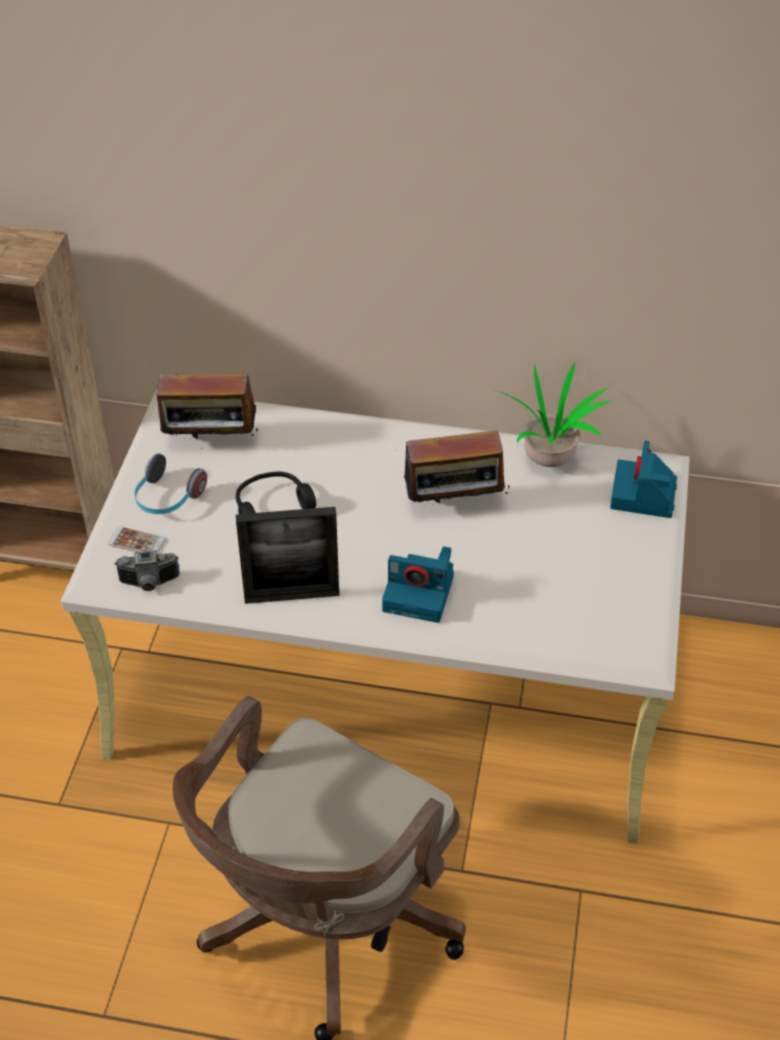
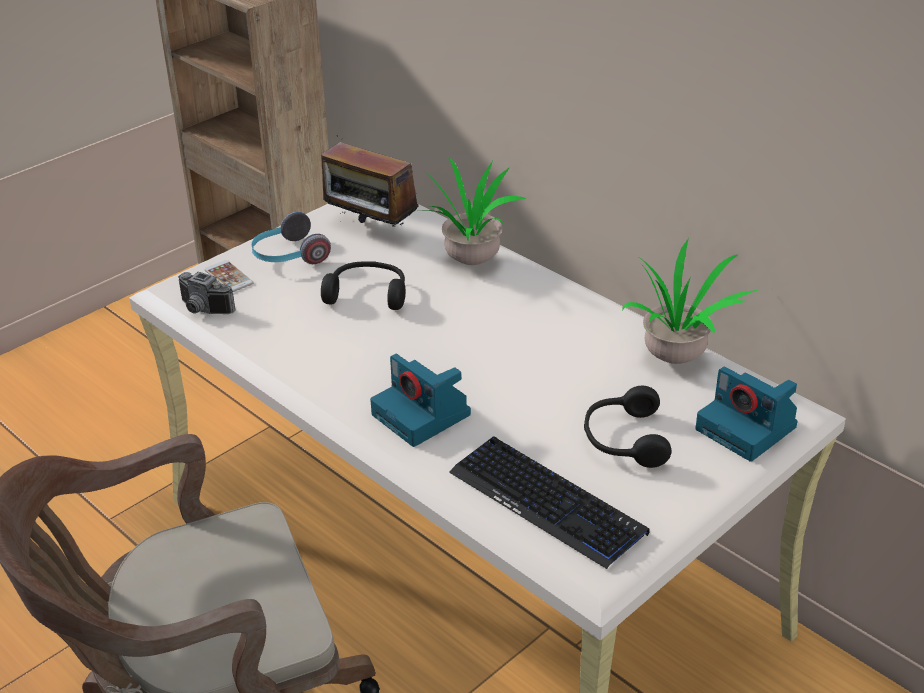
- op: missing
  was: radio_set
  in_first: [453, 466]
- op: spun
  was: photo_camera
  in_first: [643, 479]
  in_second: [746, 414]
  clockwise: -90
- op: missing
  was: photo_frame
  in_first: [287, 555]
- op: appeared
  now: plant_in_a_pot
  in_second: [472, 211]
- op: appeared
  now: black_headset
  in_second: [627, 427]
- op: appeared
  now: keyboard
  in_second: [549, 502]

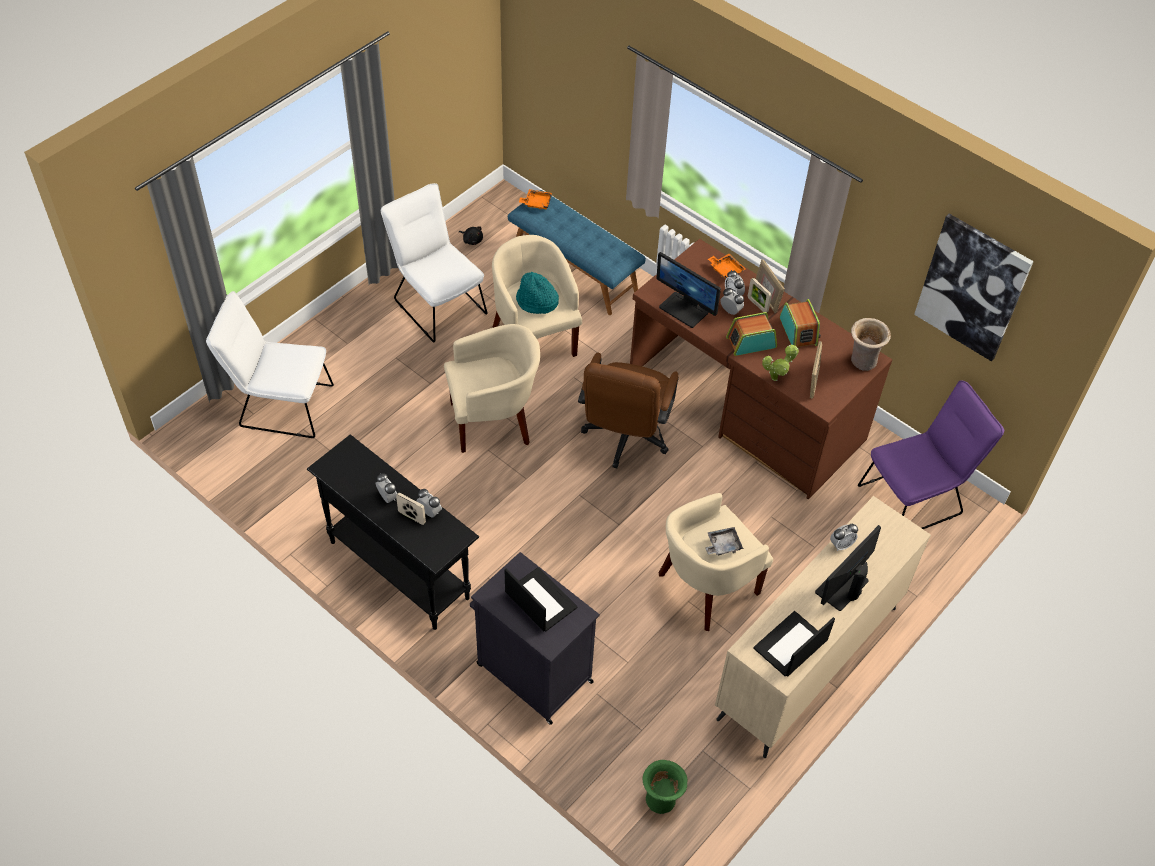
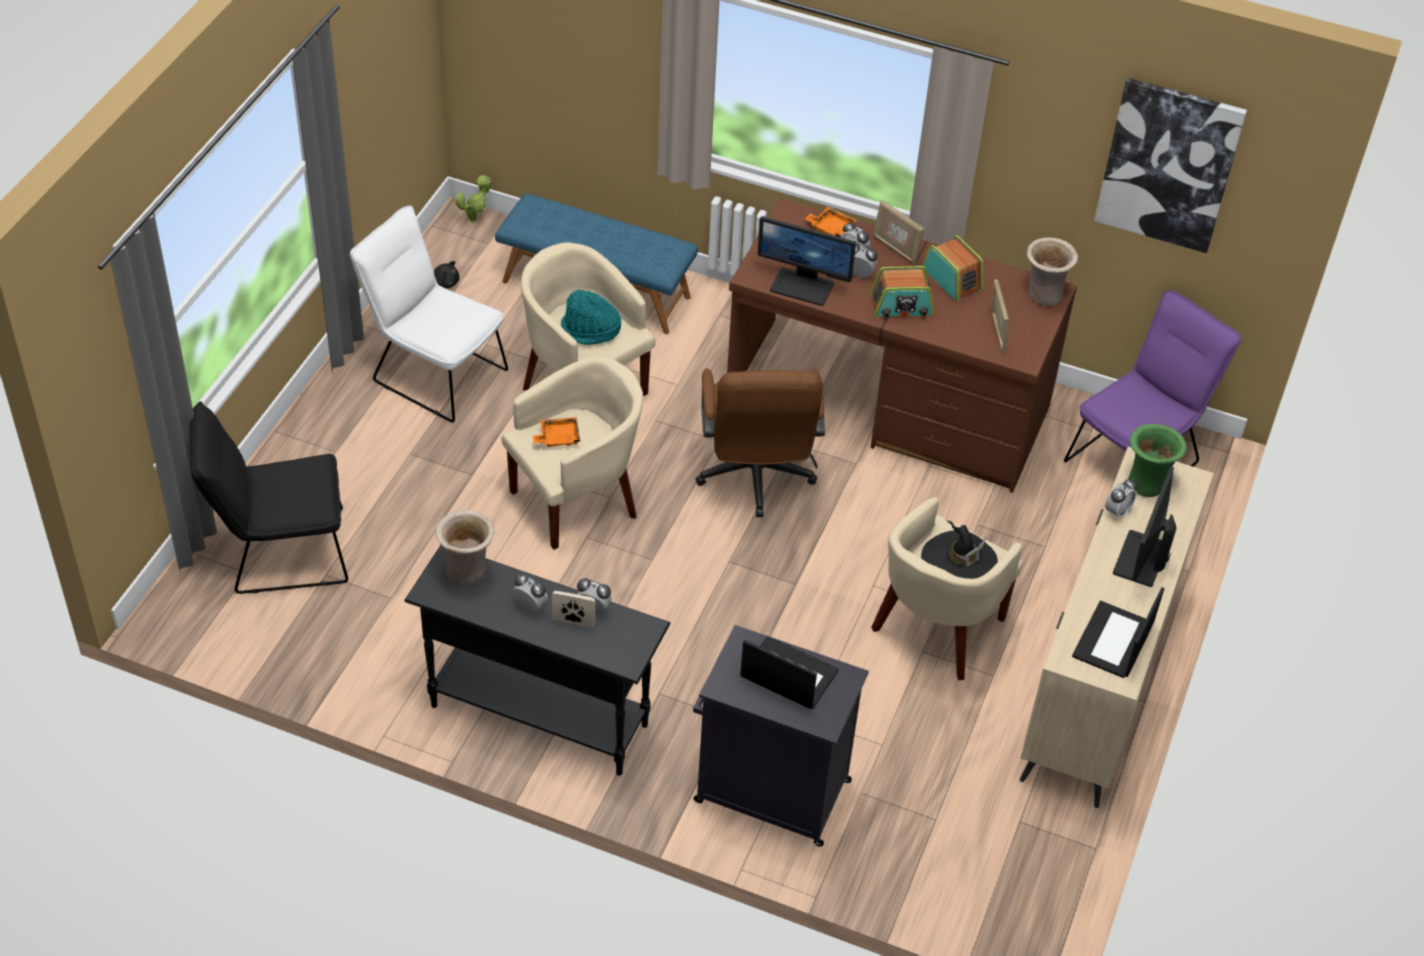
- op: relocated
  was: orangey_tray
  in_first: [535, 199]
  in_second: [556, 432]
- op: missing
  was: photo_frame
  in_first: [760, 295]
- op: colour
  was: white-coloured_plain_chair
  now: black_plain_chair
  in_first: [270, 364]
  in_second: [269, 497]
- op: spun
  was: radio_set
  in_first: [751, 334]
  in_second: [902, 291]
  clockwise: -150
- op: relocated
  was: plant_in_a_pot
  in_first: [780, 363]
  in_second: [473, 199]
- op: exchanged
  was: greyish_tray
  now: black_wearable_hat
  in_first: [724, 541]
  in_second: [959, 549]
- op: relocated
  was: green_vase
  in_first: [665, 787]
  in_second: [1158, 460]
- op: appeared
  now: beige_vase
  in_second: [465, 547]

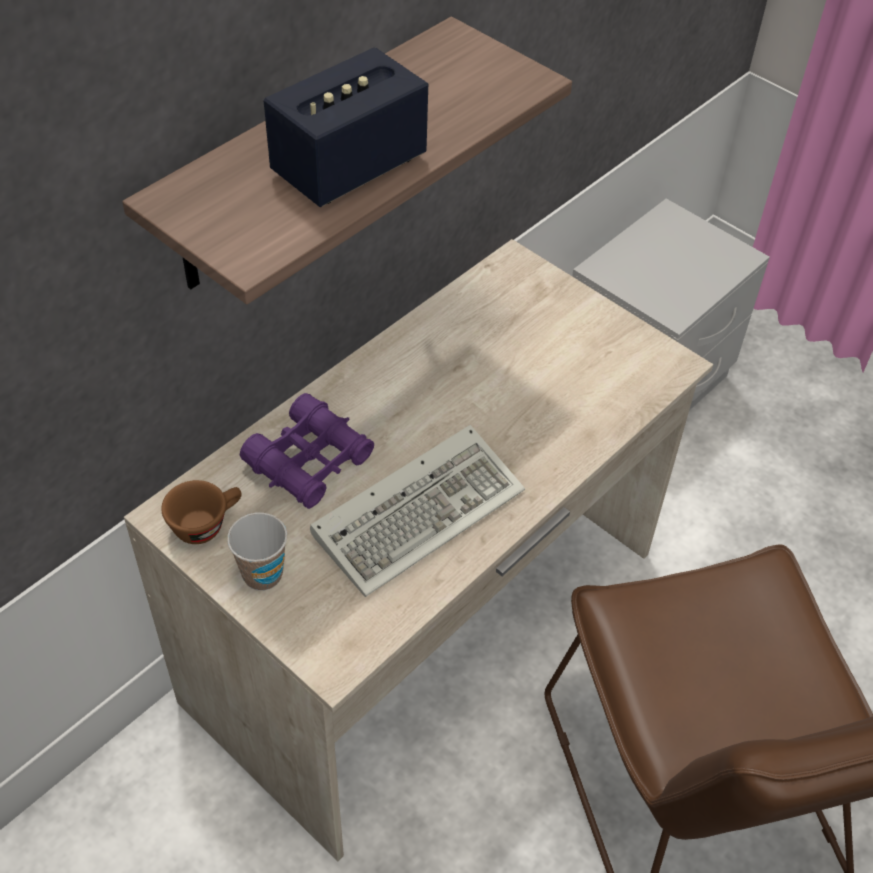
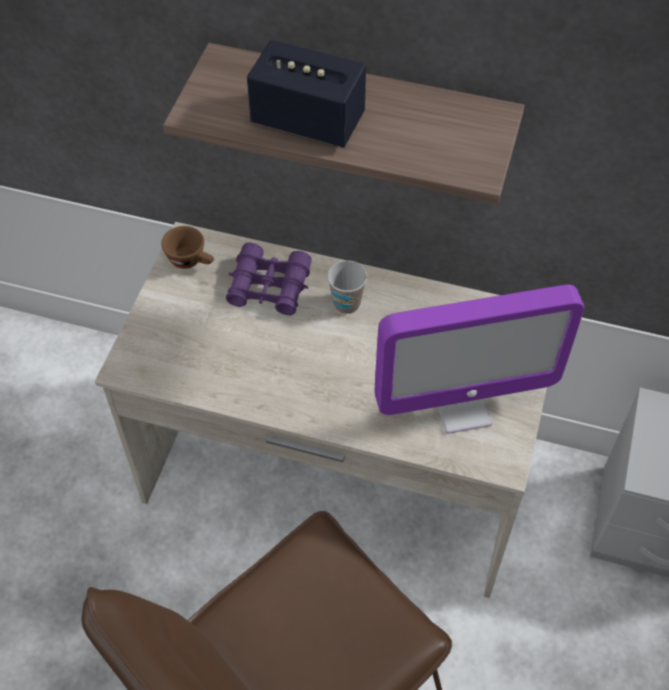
- op: missing
  was: keyboard
  in_first: [417, 511]
- op: relocated
  was: cup
  in_first: [257, 552]
  in_second: [347, 287]
- op: appeared
  now: computer_screen
  in_second: [479, 359]

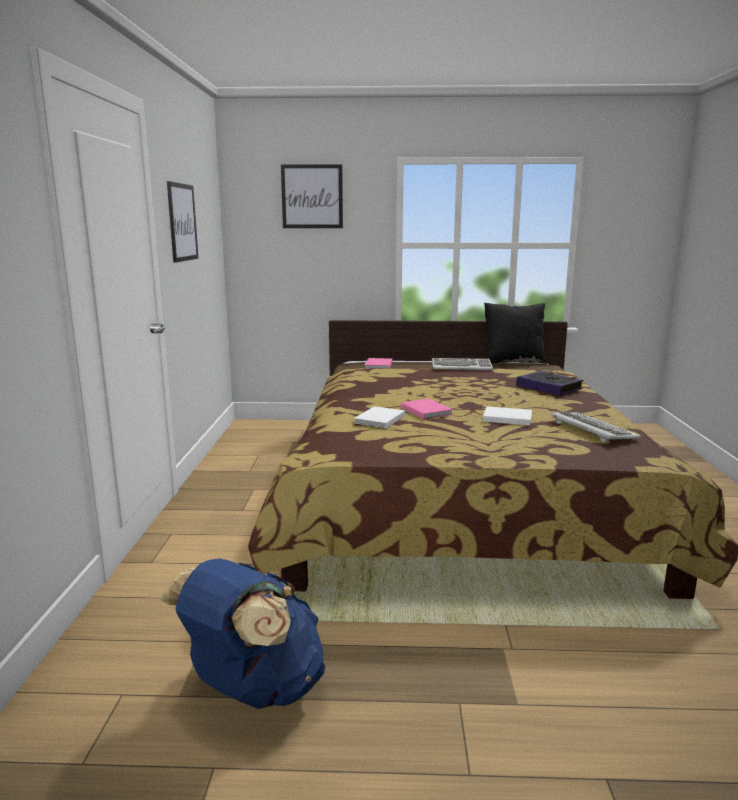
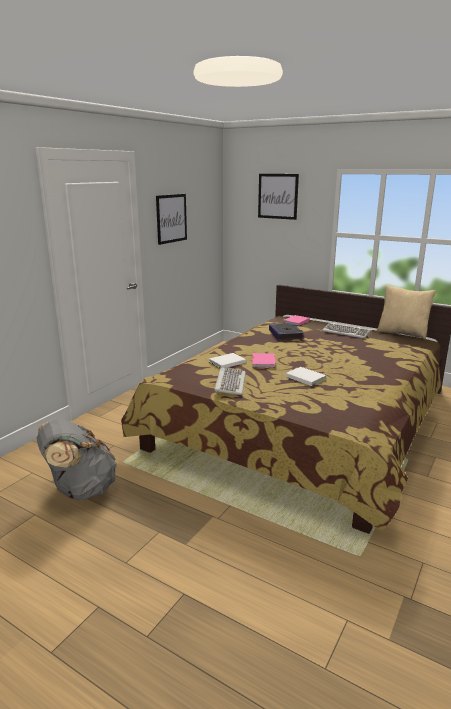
- op: colour
  was: black_cushion
  now: beige_cushion
  in_first: [515, 333]
  in_second: [406, 312]
- op: relocated
  was: bound_book
  in_first: [550, 383]
  in_second: [286, 331]
- op: relocated
  was: keyboard
  in_first: [596, 426]
  in_second: [230, 381]
- op: colour
  was: bluish_rucksack
  now: greyish_rucksack
  in_first: [242, 633]
  in_second: [76, 460]

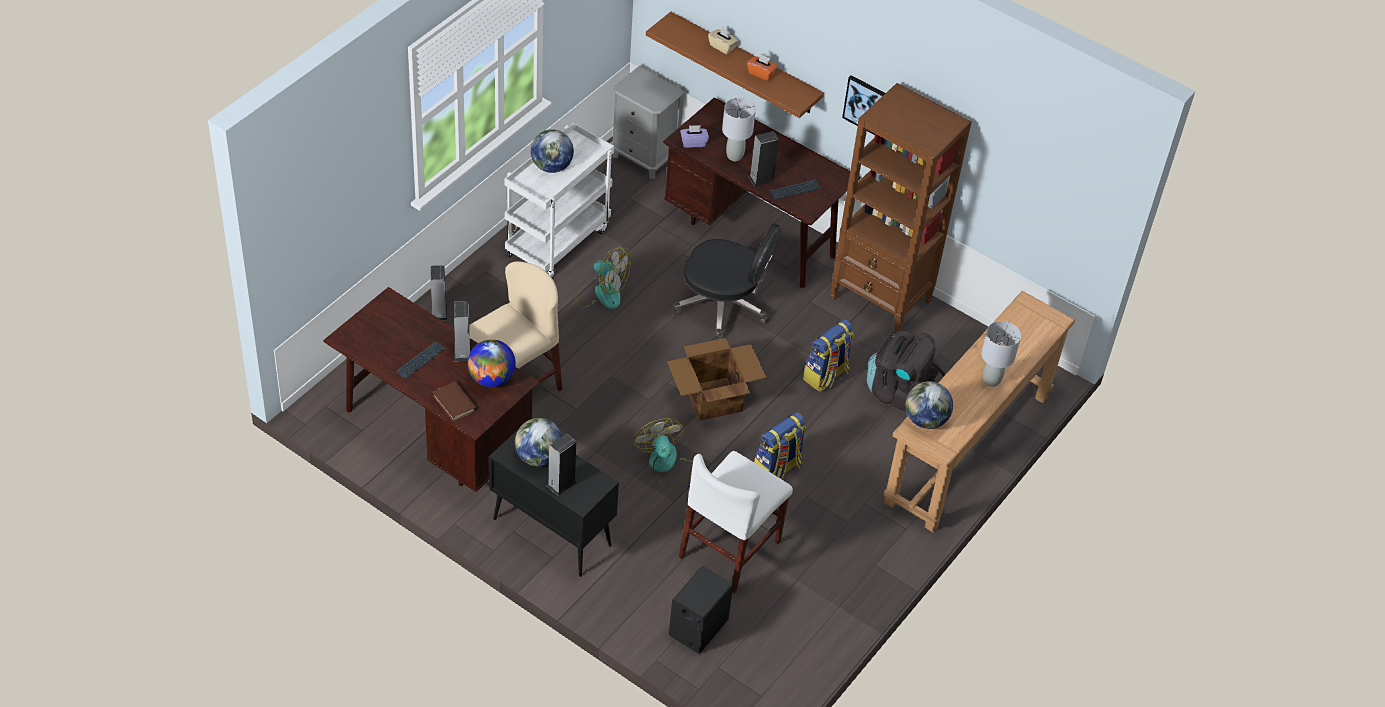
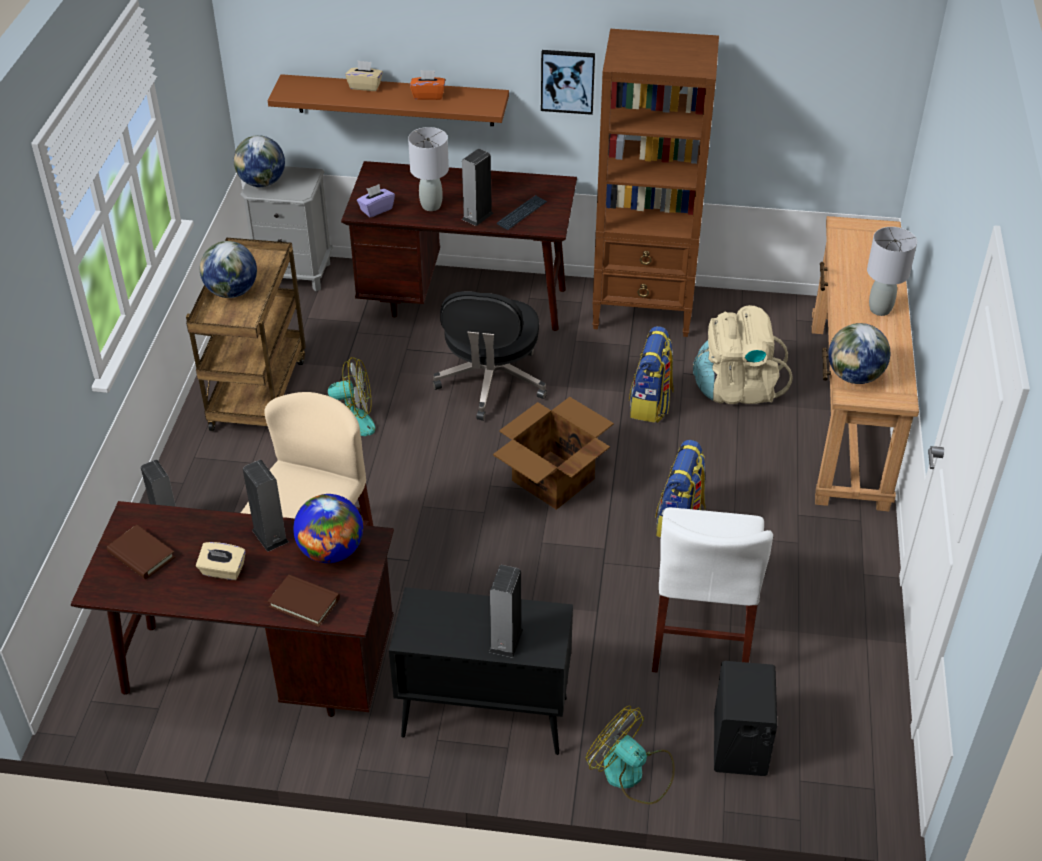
- op: colour
  was: white-coloured_wheeled_cart
  now: brownish_wheeled_cart
  in_first: [559, 200]
  in_second: [246, 334]
- op: spun
  was: black_computer_chair
  in_first: [727, 281]
  in_second: [490, 356]
  clockwise: 105
- op: colour
  was: black_rucksack
  now: beige_rucksack
  in_first: [906, 370]
  in_second: [743, 354]
- op: exchanged
  was: keyboard
  now: beige_box_of_tissues
  in_first: [420, 360]
  in_second: [221, 561]
- op: relocated
  was: world_globe
  in_first: [538, 442]
  in_second: [259, 161]
- op: relocated
  was: electric_fan
  in_first: [663, 452]
  in_second: [630, 754]
- op: appeared
  now: brownish_bound_book
  in_second: [141, 552]

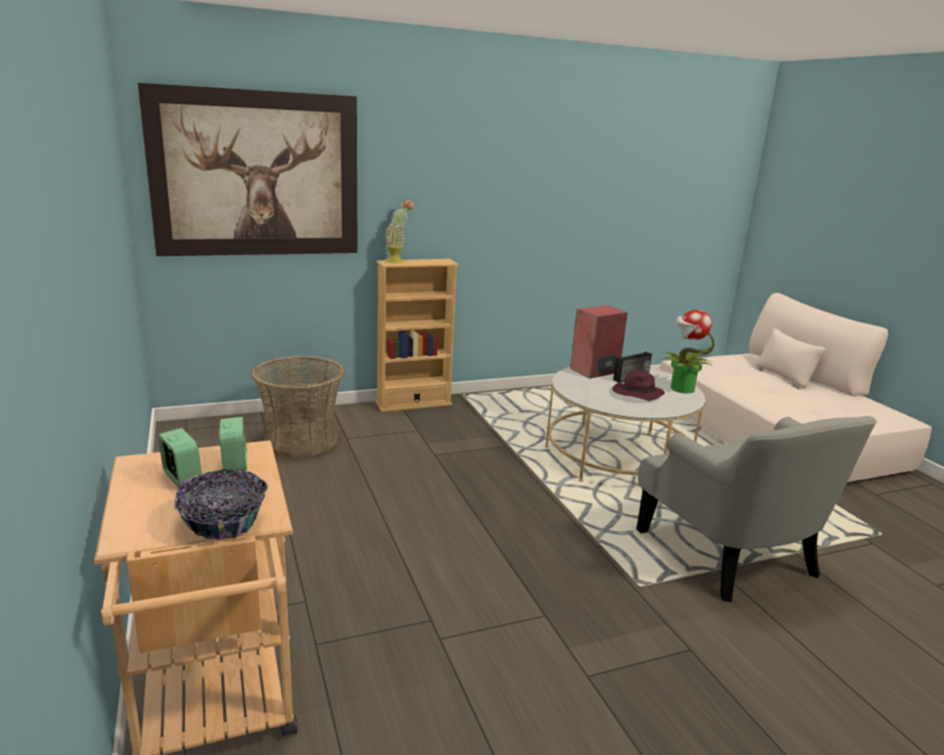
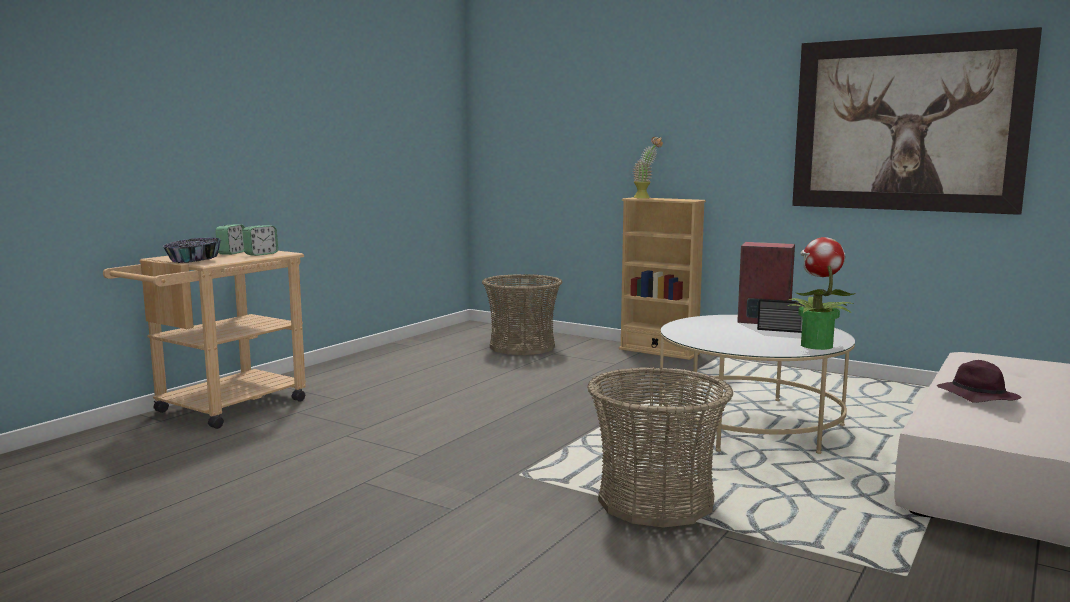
- op: relocated
  was: wall_picture
  in_first: [248, 169]
  in_second: [917, 121]
- op: relocated
  was: purple-coloured_wearable_hat
  in_first: [638, 385]
  in_second: [979, 381]
- op: exchanged
  was: greyish_easy_chair
  now: storage_basket
  in_first: [757, 509]
  in_second: [660, 447]

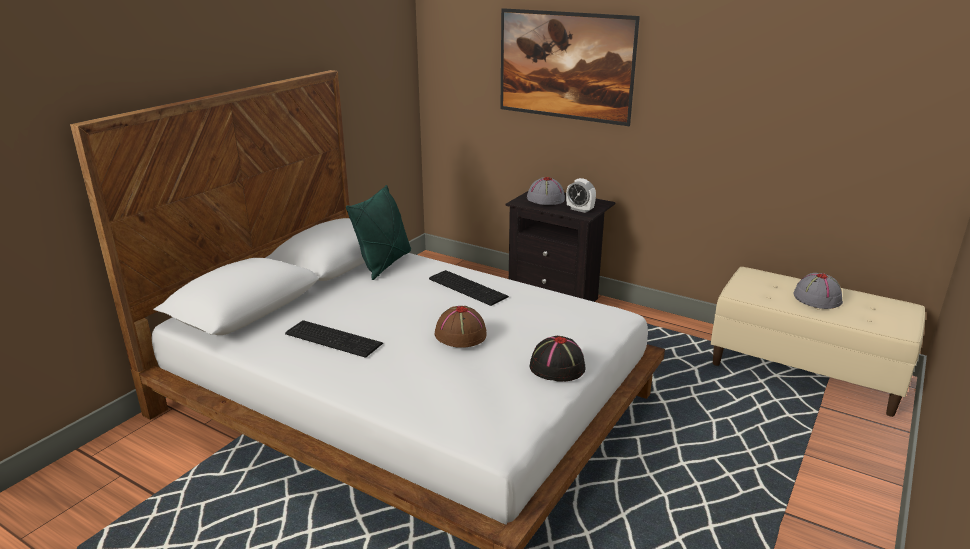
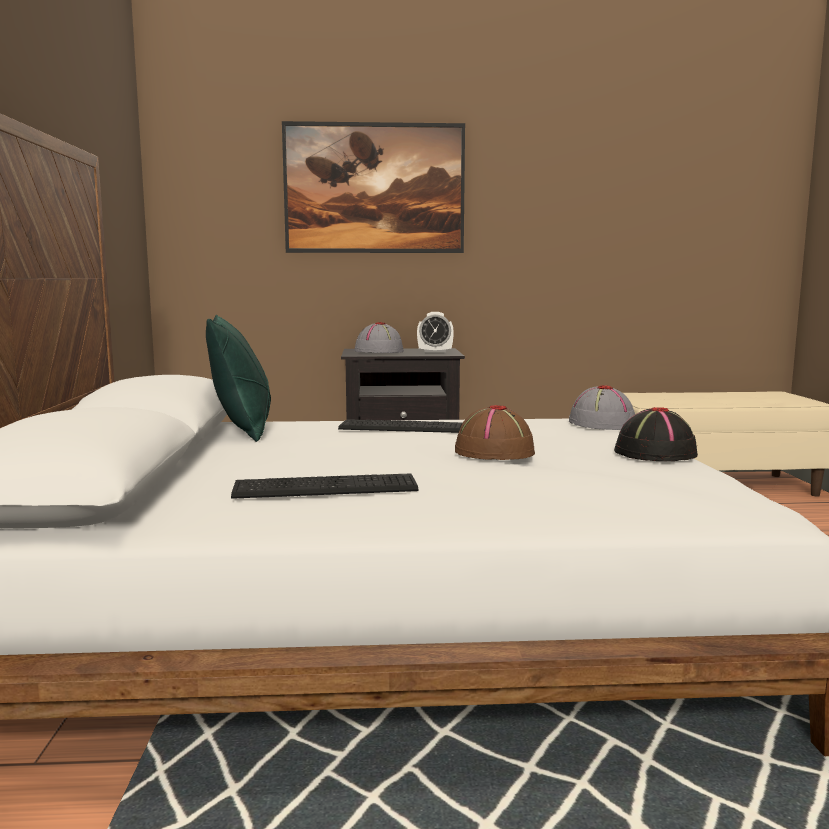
- op: relocated
  was: greyish_wearable_hat
  in_first: [818, 291]
  in_second: [602, 407]

